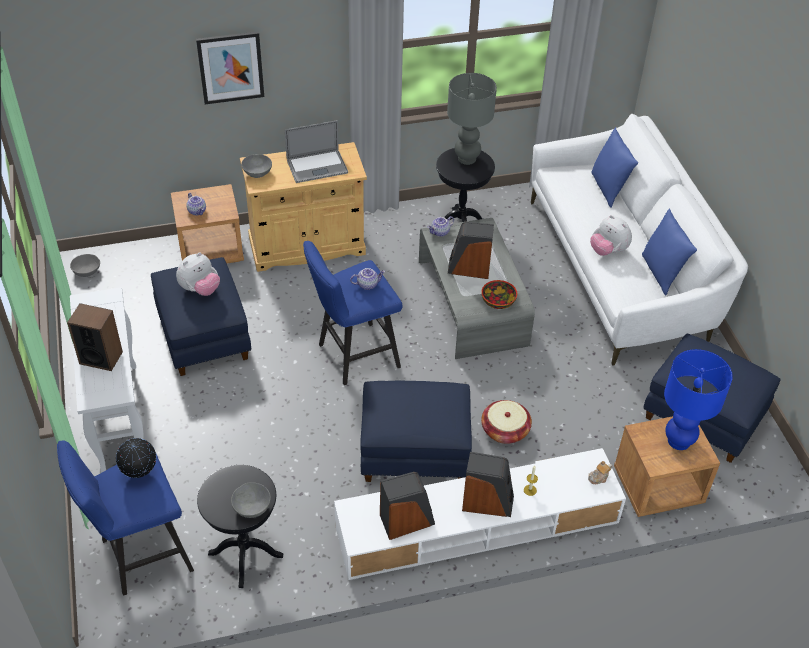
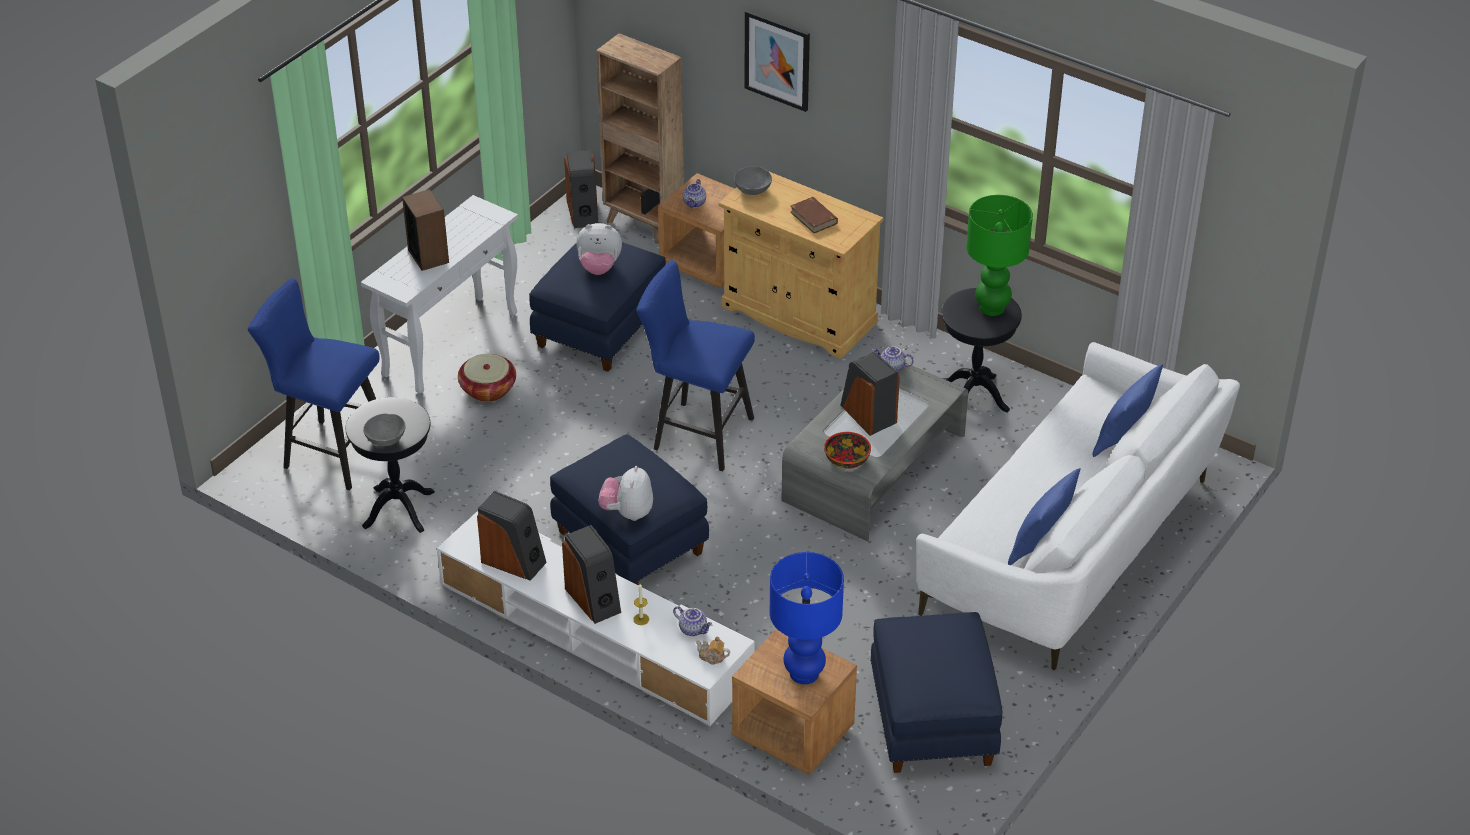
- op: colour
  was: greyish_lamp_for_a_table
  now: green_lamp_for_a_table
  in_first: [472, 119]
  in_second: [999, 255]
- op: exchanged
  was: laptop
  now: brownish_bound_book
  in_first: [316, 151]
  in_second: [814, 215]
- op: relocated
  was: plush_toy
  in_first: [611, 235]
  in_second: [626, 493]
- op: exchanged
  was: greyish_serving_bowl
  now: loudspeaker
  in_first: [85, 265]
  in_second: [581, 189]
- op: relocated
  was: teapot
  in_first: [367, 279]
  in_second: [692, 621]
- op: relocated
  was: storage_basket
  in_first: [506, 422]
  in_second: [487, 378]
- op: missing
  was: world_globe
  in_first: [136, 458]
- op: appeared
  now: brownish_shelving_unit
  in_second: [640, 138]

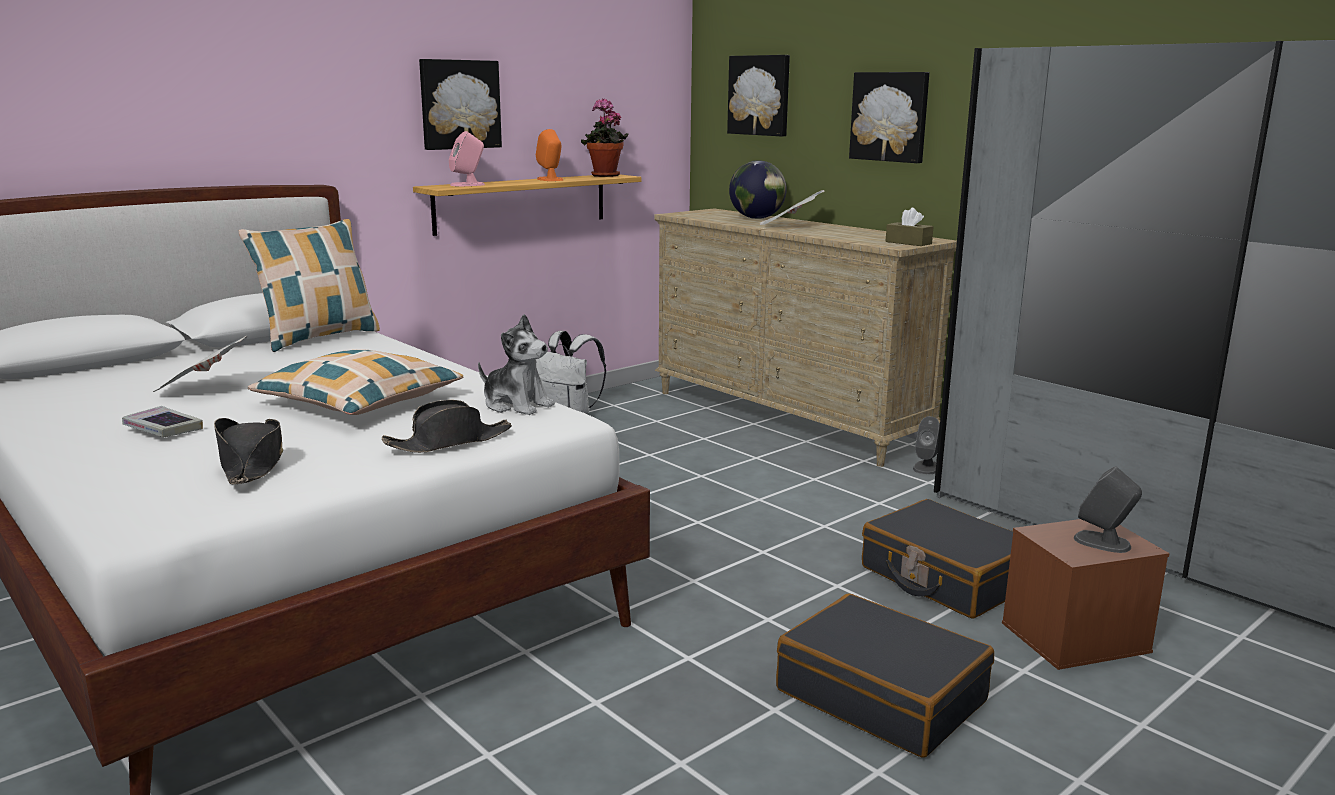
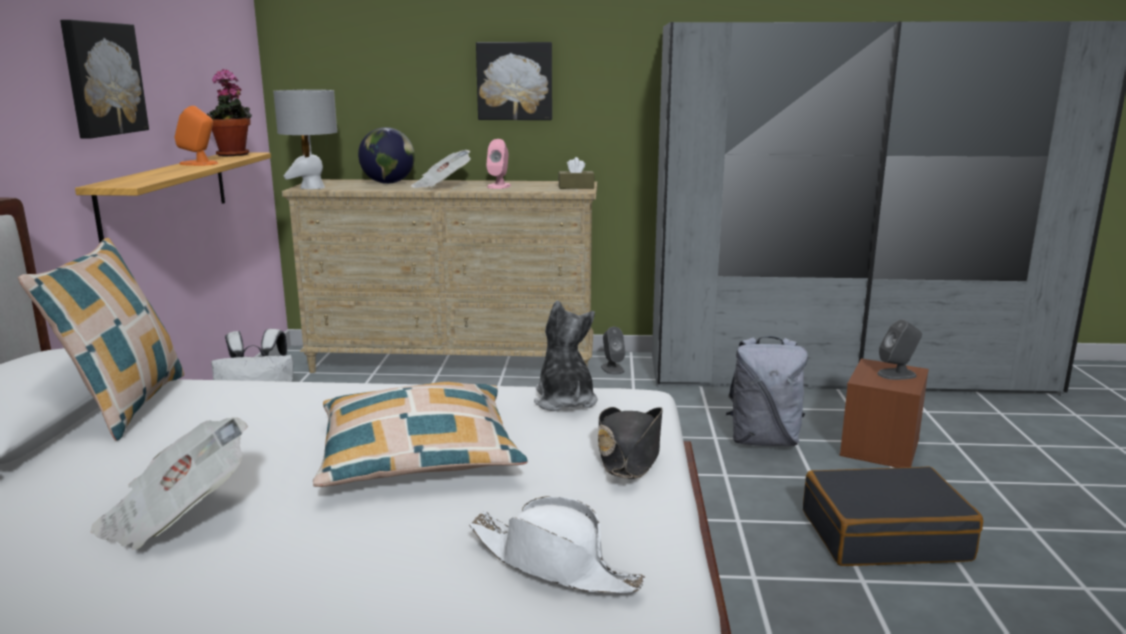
- op: missing
  was: wall_picture
  in_first: [758, 95]
- op: relocated
  was: pinkish_loudspeaker
  in_first: [467, 158]
  in_second: [498, 164]
- op: spun
  was: plush_toy
  in_first: [516, 364]
  in_second: [566, 355]
  clockwise: -90
- op: missing
  was: bound_book
  in_first: [162, 421]
- op: colour
  was: black_wearable_hat
  now: white-coloured_wearable_hat
  in_first: [248, 451]
  in_second: [557, 544]
- op: exchanged
  was: black_travel_case
  now: greyish_rucksack
  in_first: [937, 559]
  in_second: [767, 391]
- op: appeared
  now: greyish_lamp_for_a_table
  in_second: [305, 139]

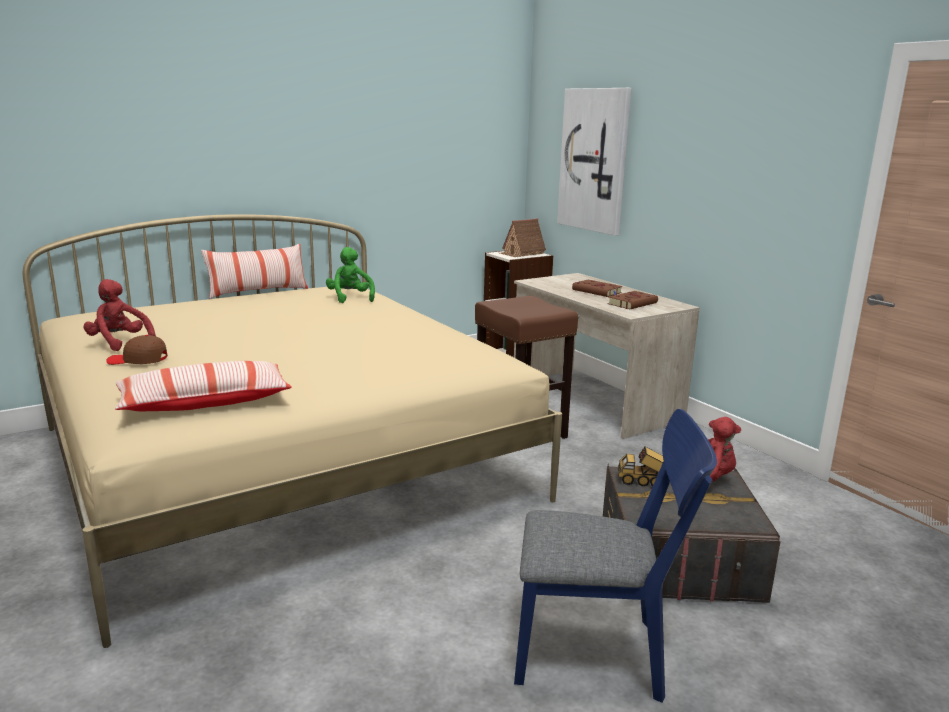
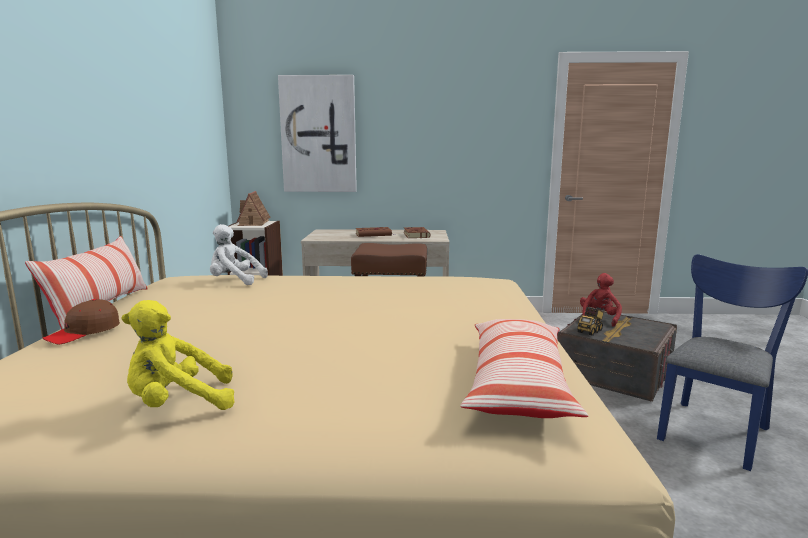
- op: colour
  was: green_plush_toy
  now: white-coloured_plush_toy
  in_first: [350, 275]
  in_second: [239, 254]
- op: colour
  was: red_plush_toy
  now: yellow-coloured_plush_toy
  in_first: [120, 315]
  in_second: [178, 355]
- op: relocated
  was: brownish_cap
  in_first: [137, 350]
  in_second: [81, 321]

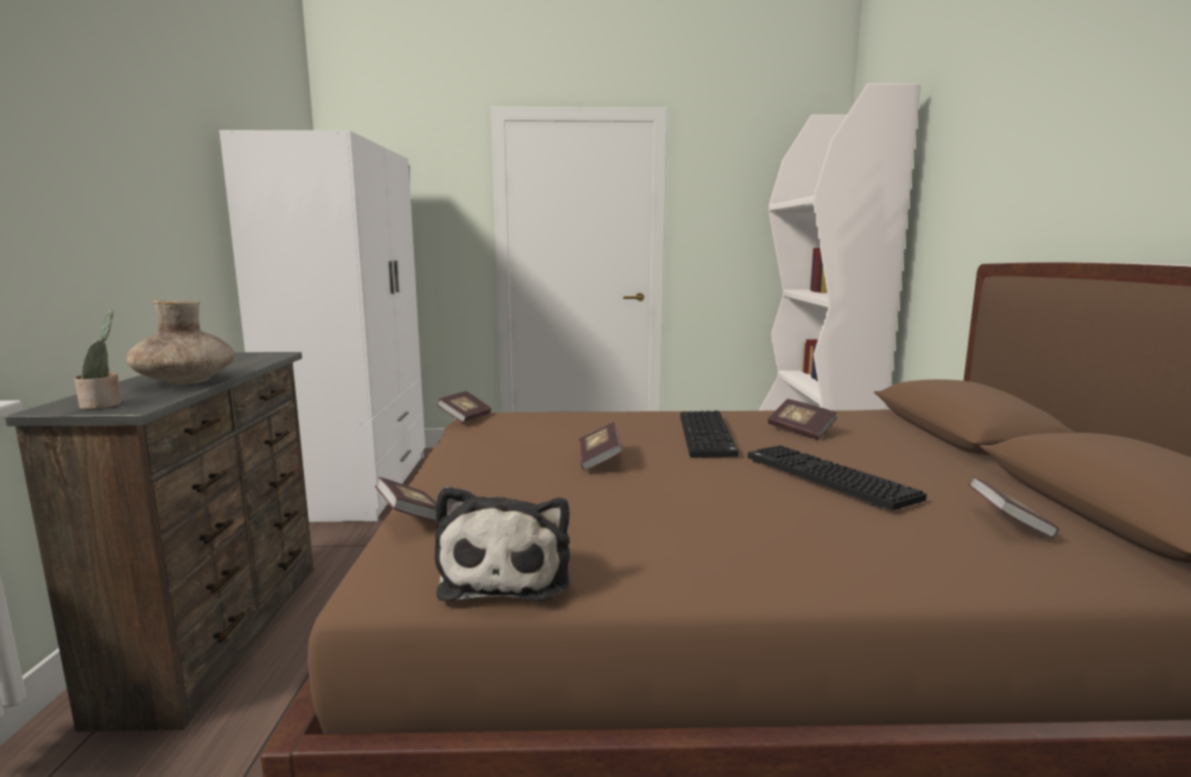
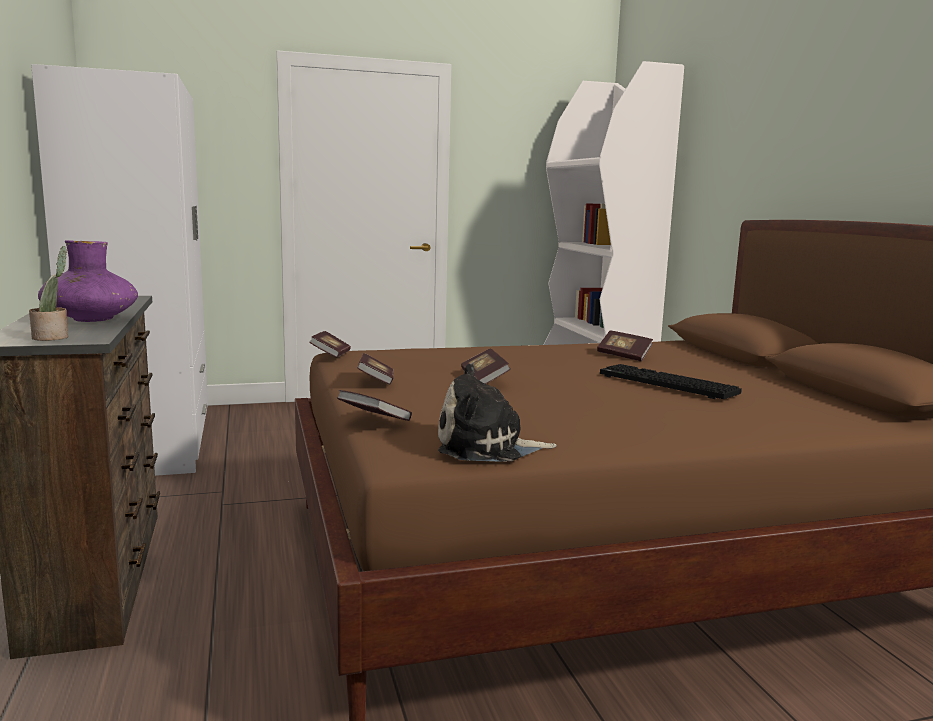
- op: colour
  was: brownish_vase
  now: purple-coloured_vase
  in_first: [180, 342]
  in_second: [88, 281]
- op: missing
  was: keyboard
  in_first: [709, 434]
- op: relocated
  was: bound_book
  in_first: [1013, 507]
  in_second: [375, 369]
- op: spun
  was: plush_toy
  in_first: [502, 543]
  in_second: [497, 412]
  clockwise: 105

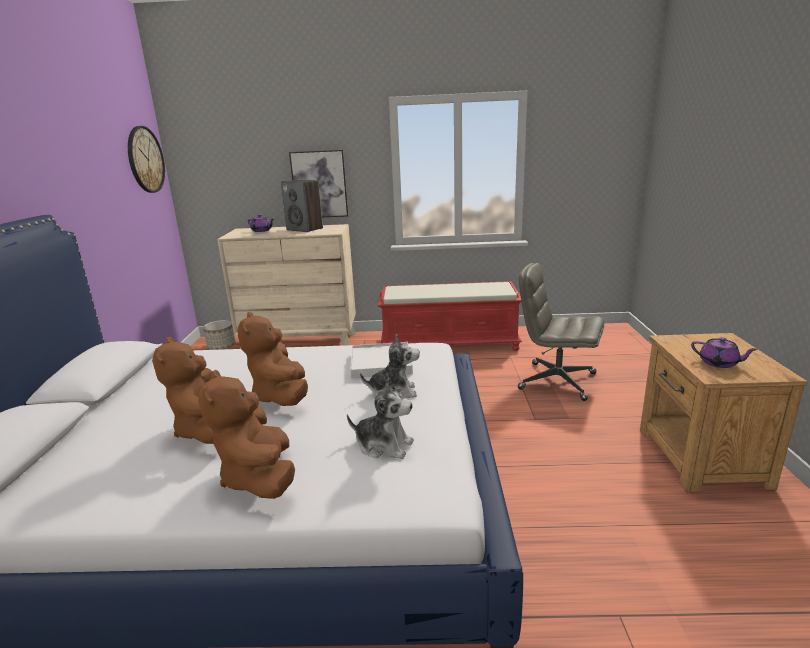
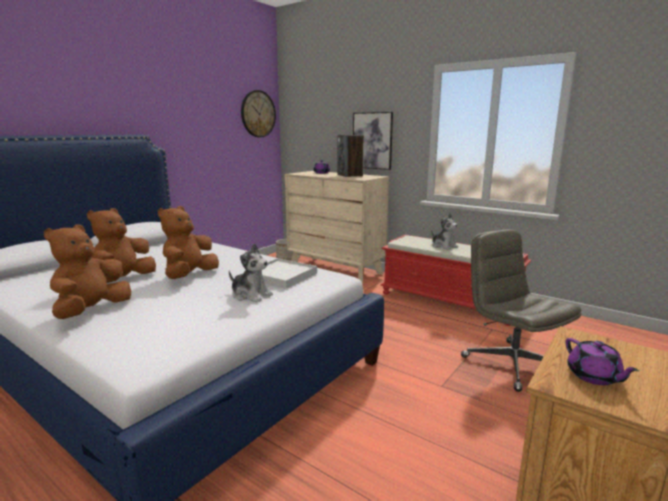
- op: relocated
  was: plush_toy
  in_first: [380, 418]
  in_second: [444, 231]

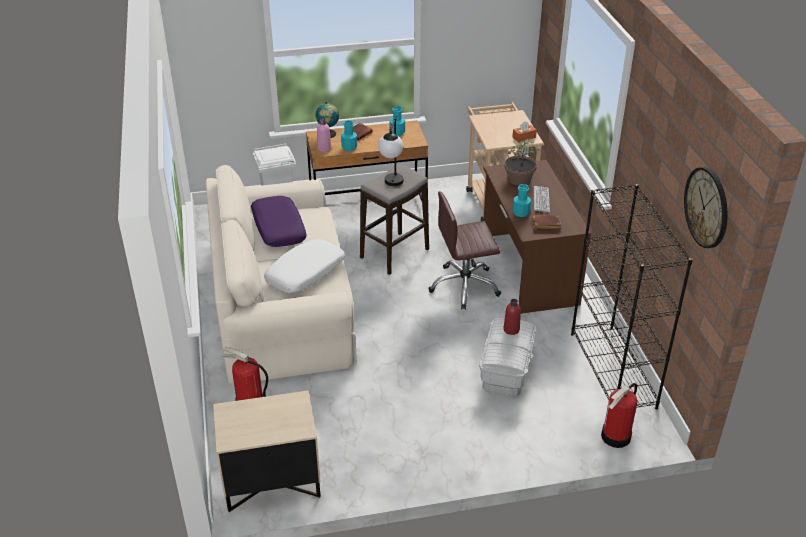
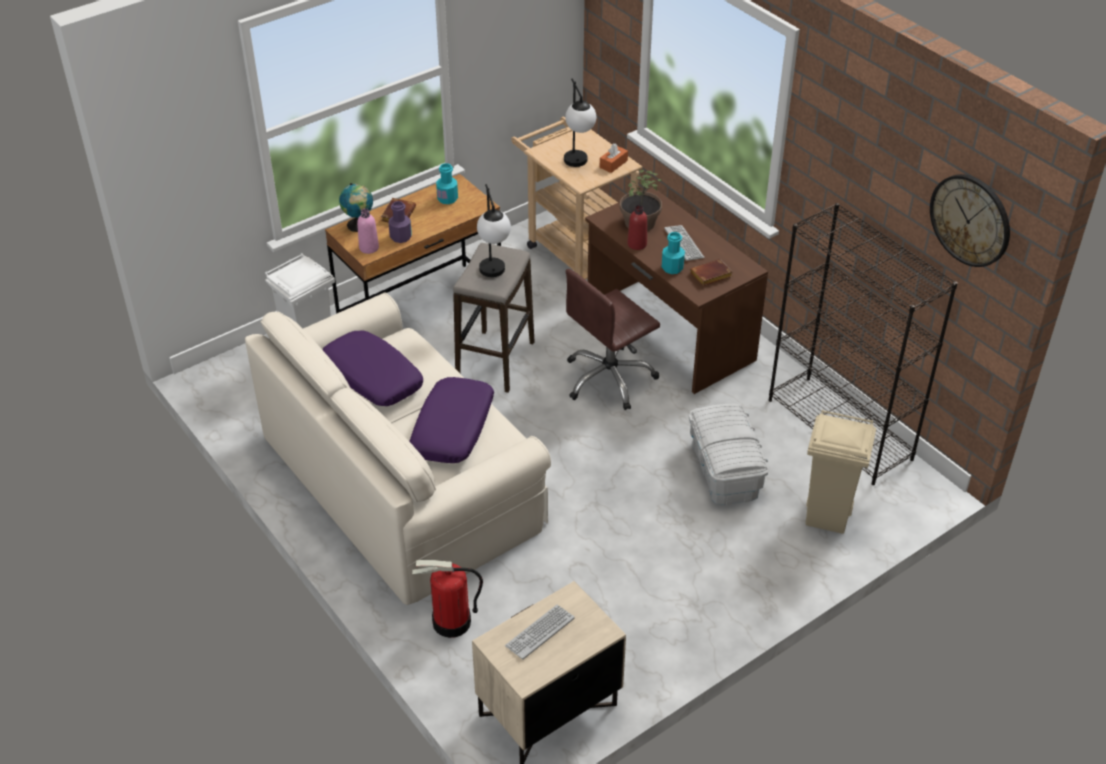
- op: colour
  was: blue-green_drink_bottle
  now: purple-coloured_drink_bottle
  in_first: [349, 135]
  in_second: [400, 222]
- op: colour
  was: white-coloured_cushion
  now: purple-coloured_cushion
  in_first: [304, 266]
  in_second: [451, 420]
- op: relocated
  was: red_drink_bottle
  in_first: [512, 317]
  in_second: [637, 227]
- op: missing
  was: extinguisher
  in_first: [619, 415]
- op: appeared
  now: lamp_for_a_table
  in_second: [580, 122]
- op: appeared
  now: beige_trash_can
  in_second: [840, 471]
- op: appeared
  now: keyboard
  in_second: [540, 632]

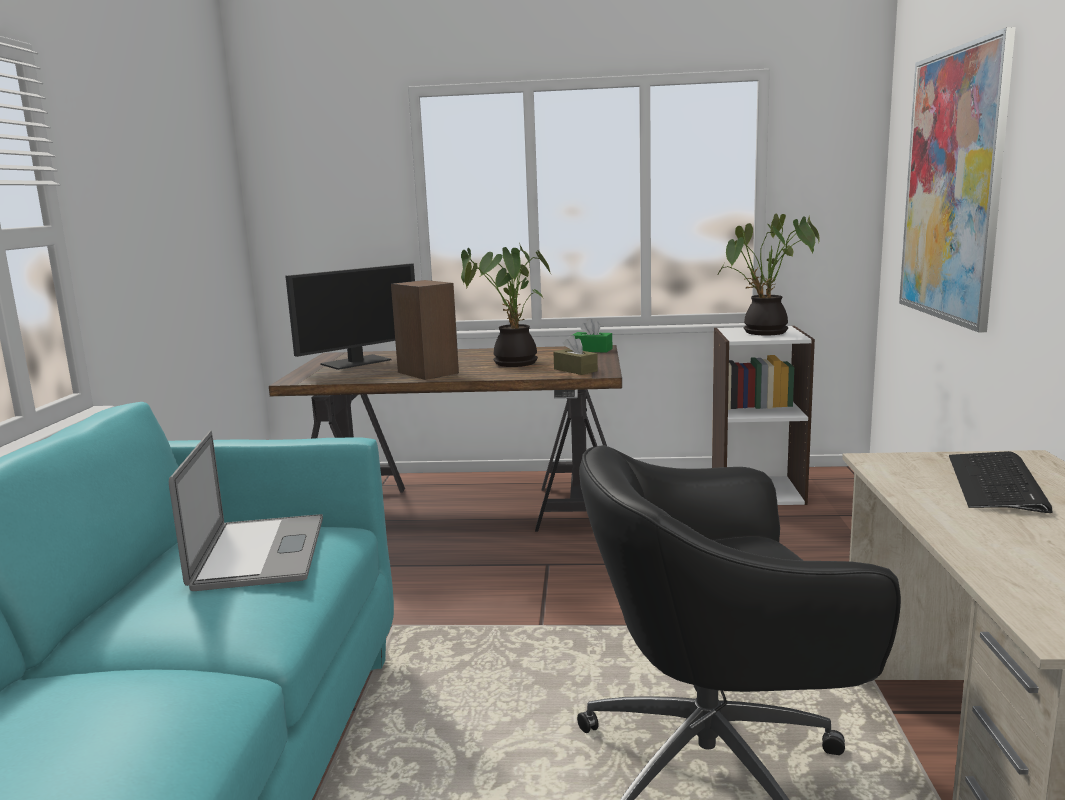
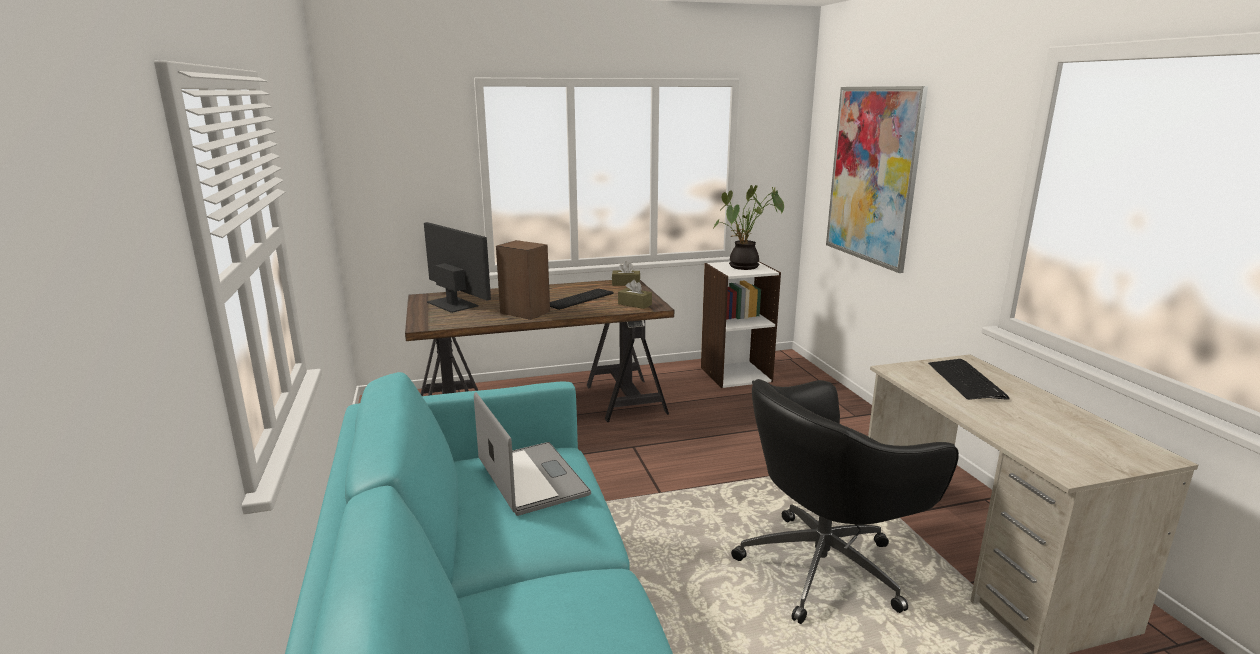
- op: exchanged
  was: plant_in_a_pot
  now: keyboard
  in_first: [506, 305]
  in_second: [581, 299]
- op: spun
  was: computer_screen
  in_first: [350, 316]
  in_second: [457, 267]
  clockwise: -75
- op: colour
  was: green_box_of_tissues
  now: brownish_box_of_tissues
  in_first: [591, 336]
  in_second: [626, 273]

